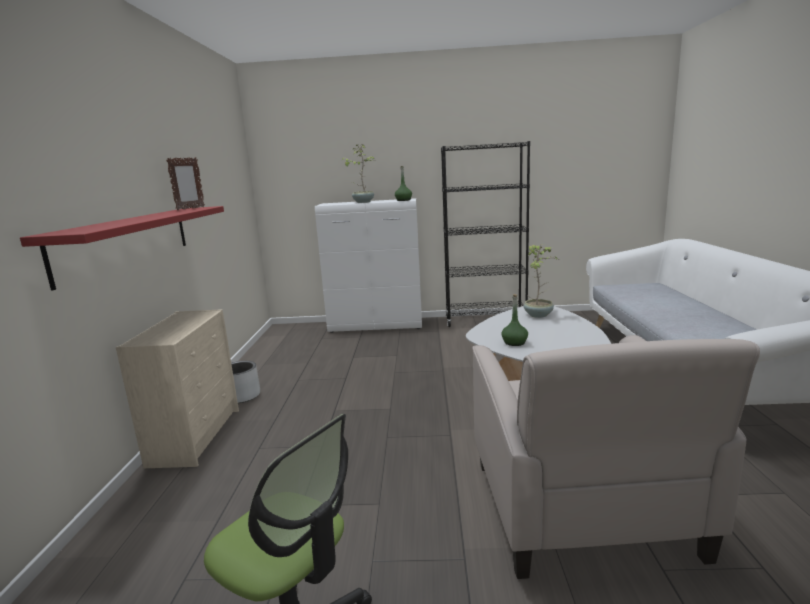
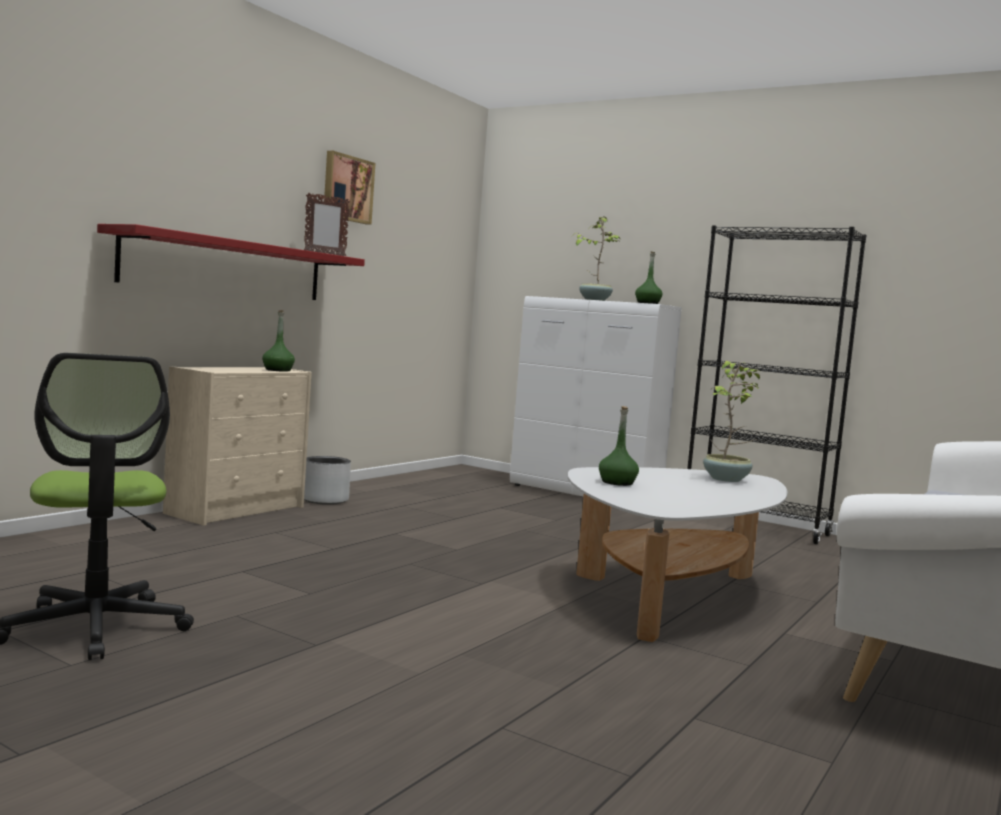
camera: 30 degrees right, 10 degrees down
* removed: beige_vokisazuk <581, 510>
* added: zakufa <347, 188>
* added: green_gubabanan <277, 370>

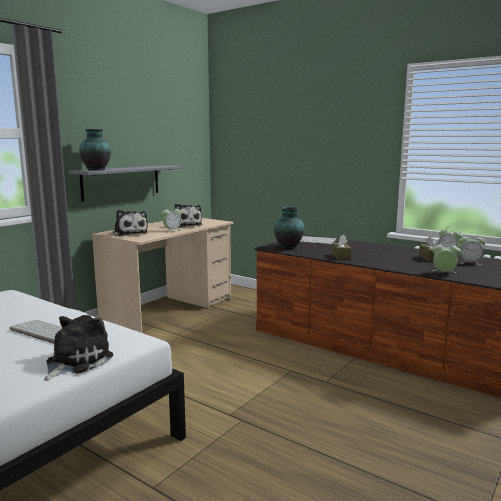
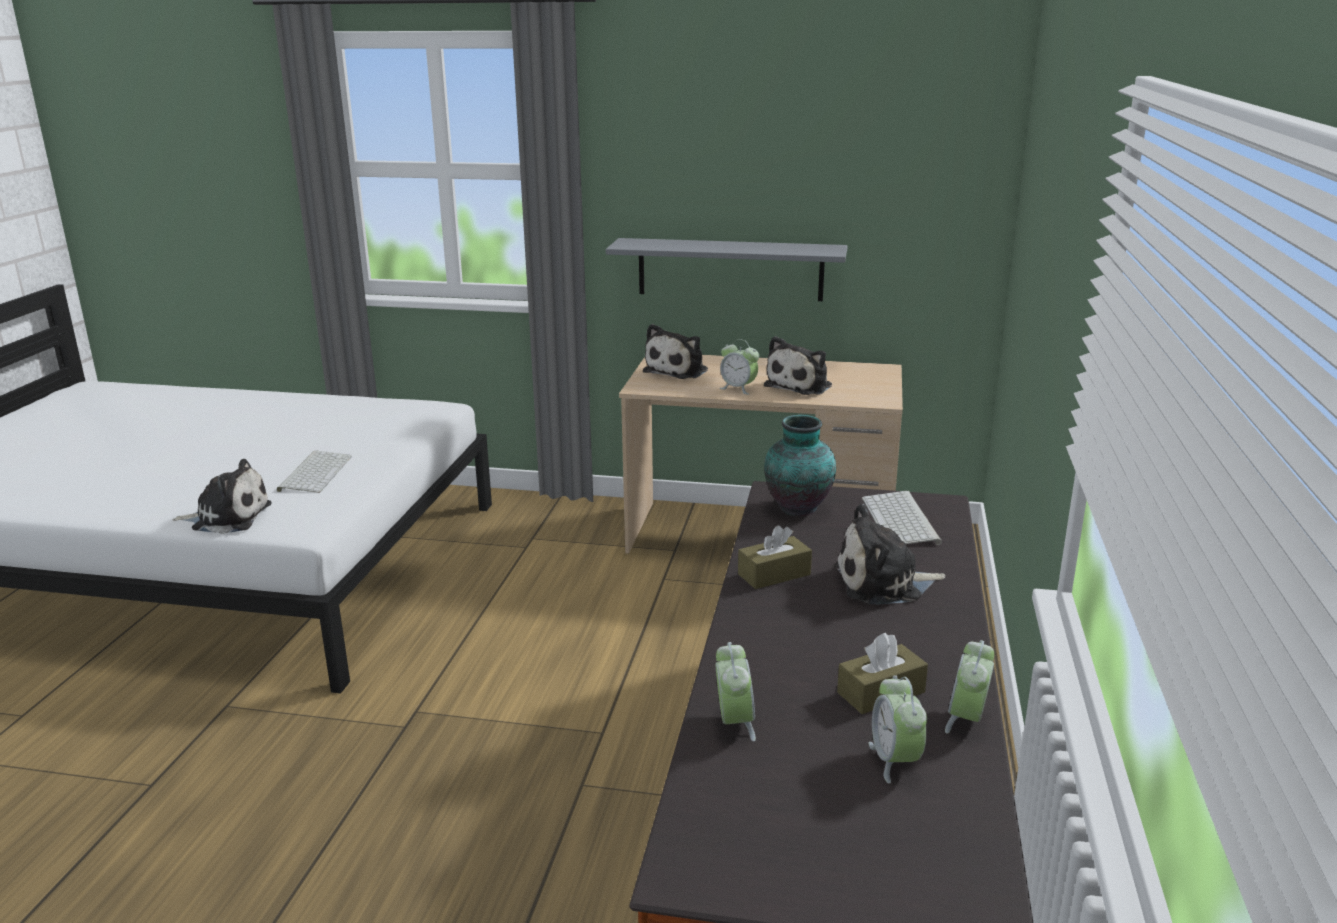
camera: 65 degrees right, 10 degrees up
* removed: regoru <97, 170>
* added: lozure <883, 583>

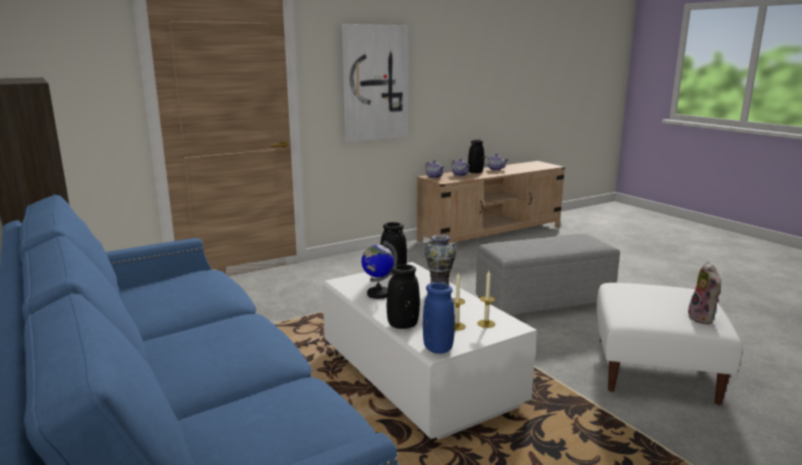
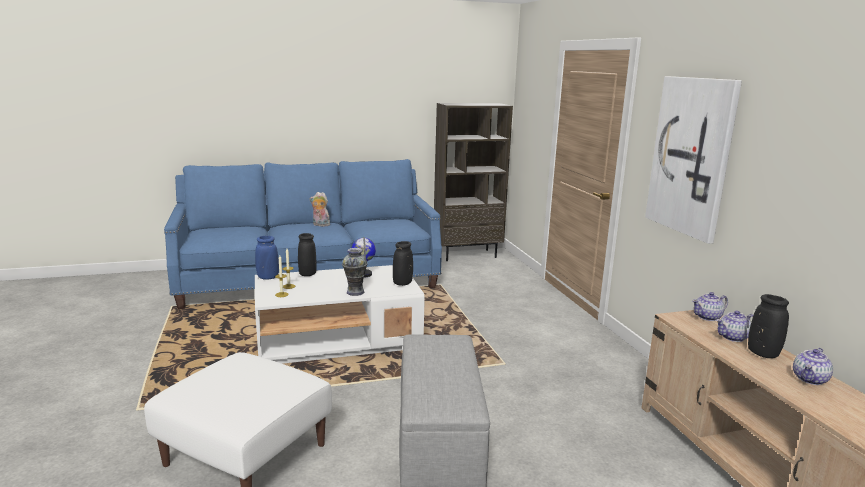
camera: 105 degrees right, 0 degrees up
* moved: lozure <703, 319> to <320, 225>

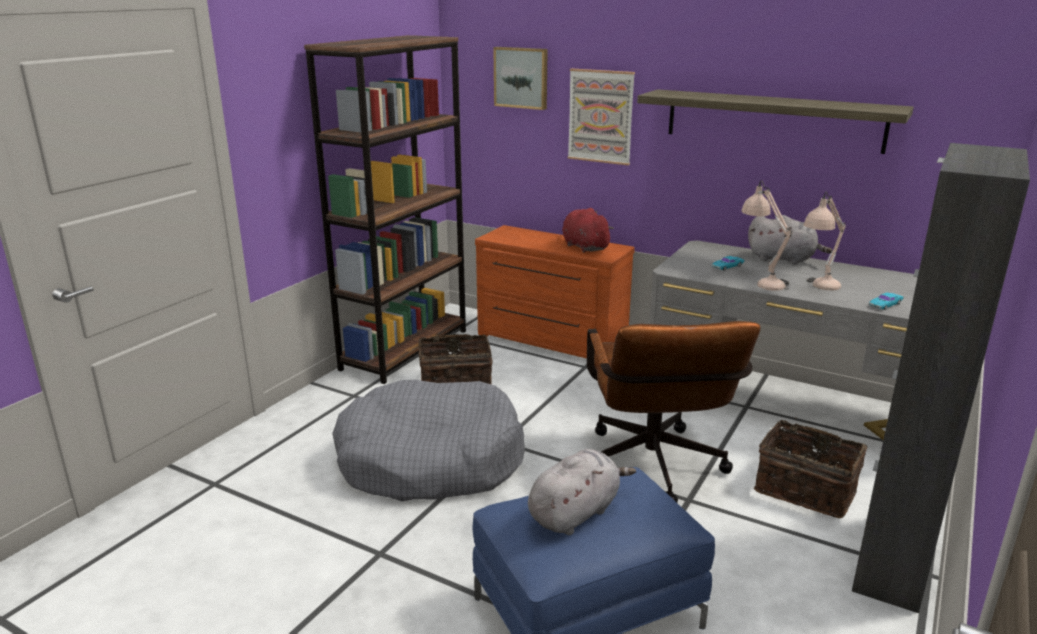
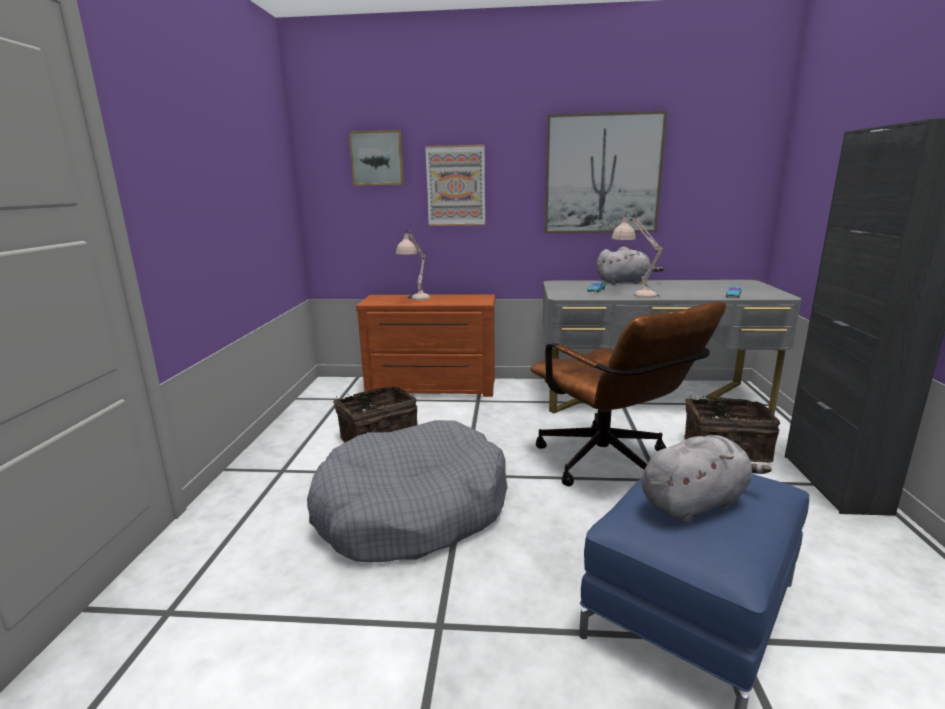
camera: 25 degrees left, 5 degrees down
* removed: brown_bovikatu <405, 349>
* replaced: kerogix <773, 120> to zakufa <602, 174>
* moved: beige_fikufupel <817, 288> to <415, 300>
* removed: red_lozure <584, 247>
* turned: grey_lozure <576, 513> = <695, 503> 45 degrees clockwise

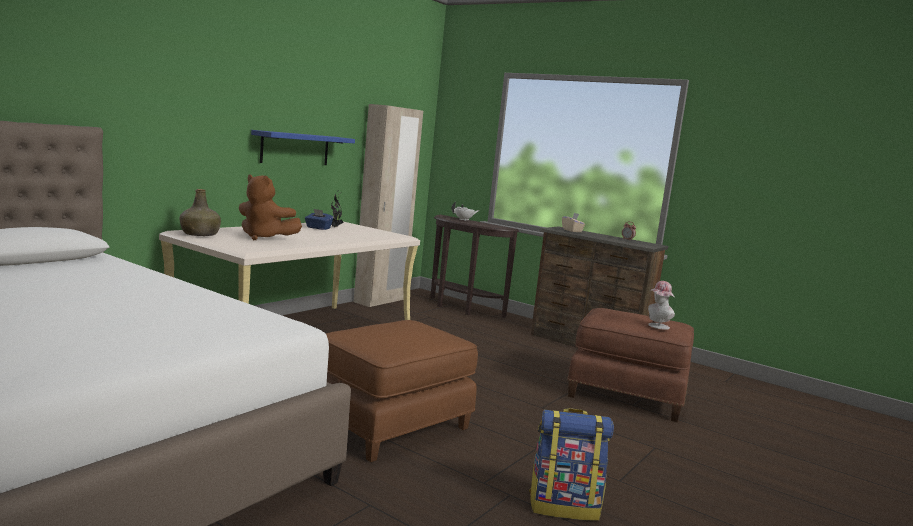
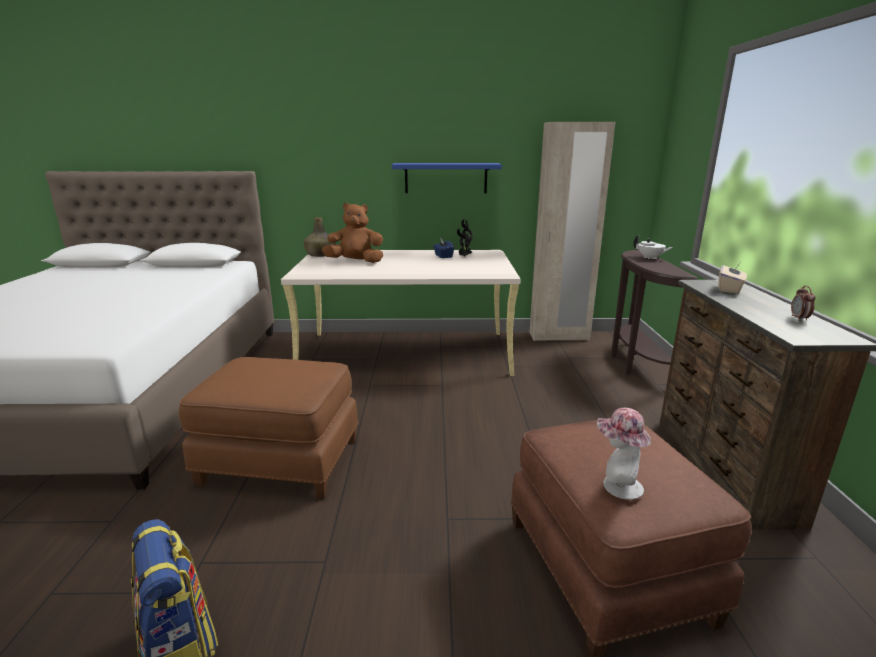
camera: 55 degrees right, 10 degrees up
* turned: brown_lozure <265, 238> = <356, 262> 105 degrees clockwise

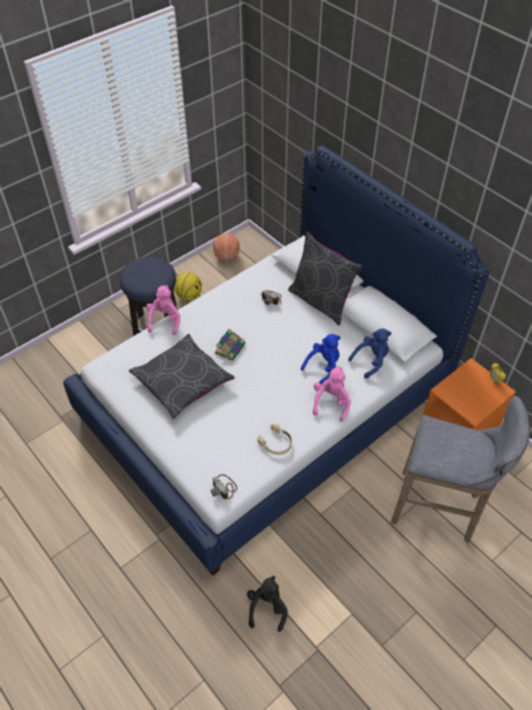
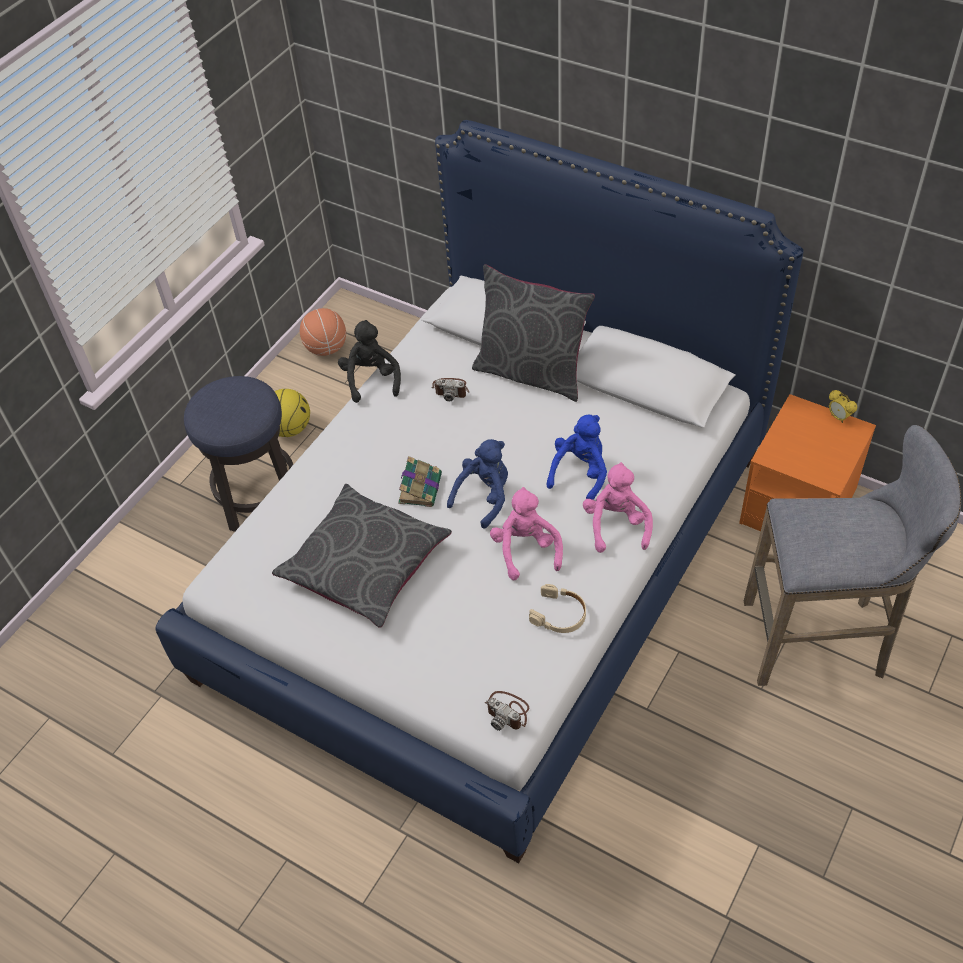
camera: 15 degrees left, 0 degrees up
* moved: pink_lozure <164, 320> to <526, 549>
* moved: blue_lozure <371, 360> to <484, 496>
* moved: black_lozure <267, 608> to <371, 379>

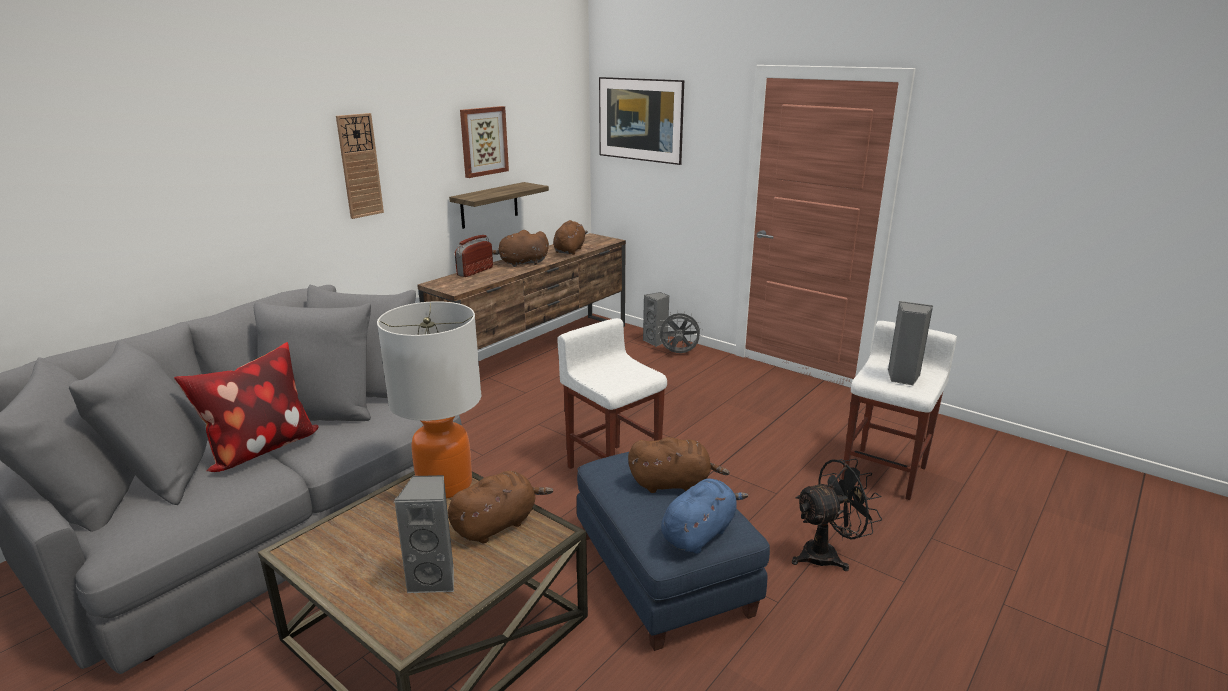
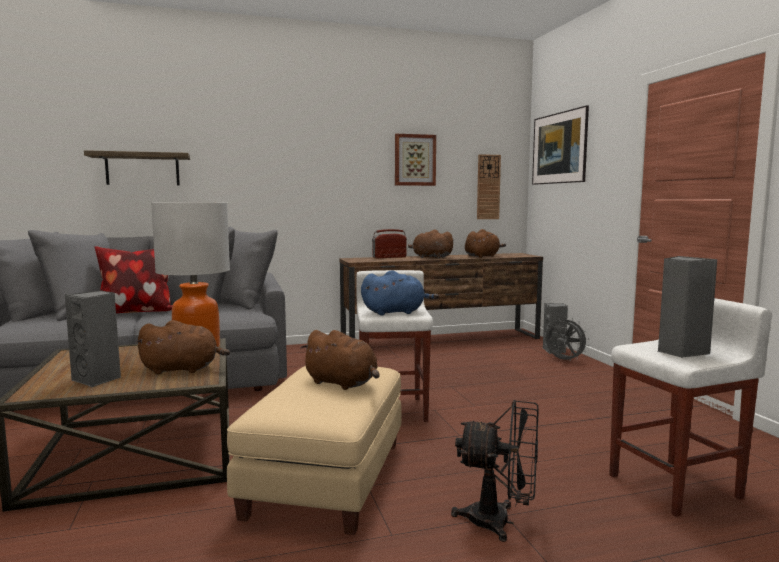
camera: 35 degrees right, 15 degrees down
* moved: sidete <360, 166> to <488, 187>
* moved: kerogix <489, 205> to <142, 169>
* recoloured: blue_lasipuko <663, 573> to beige_lasipuko <326, 479>
* moved: blue_lozure <699, 533> to <396, 312>

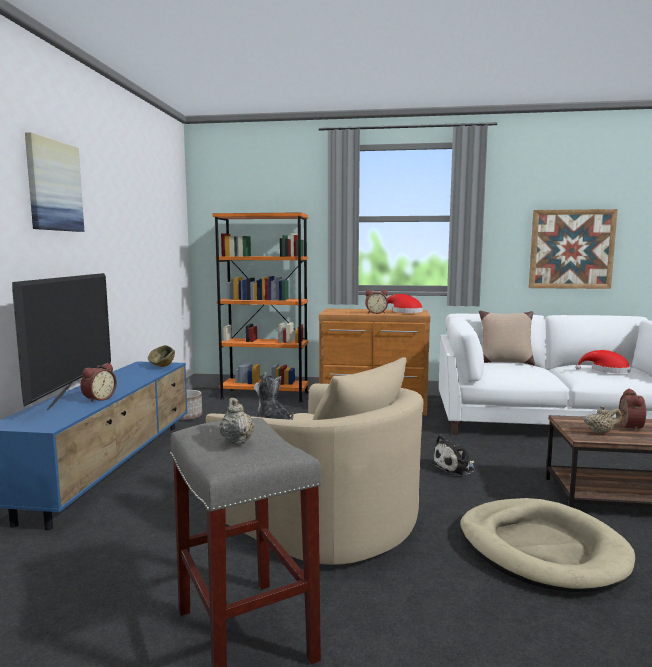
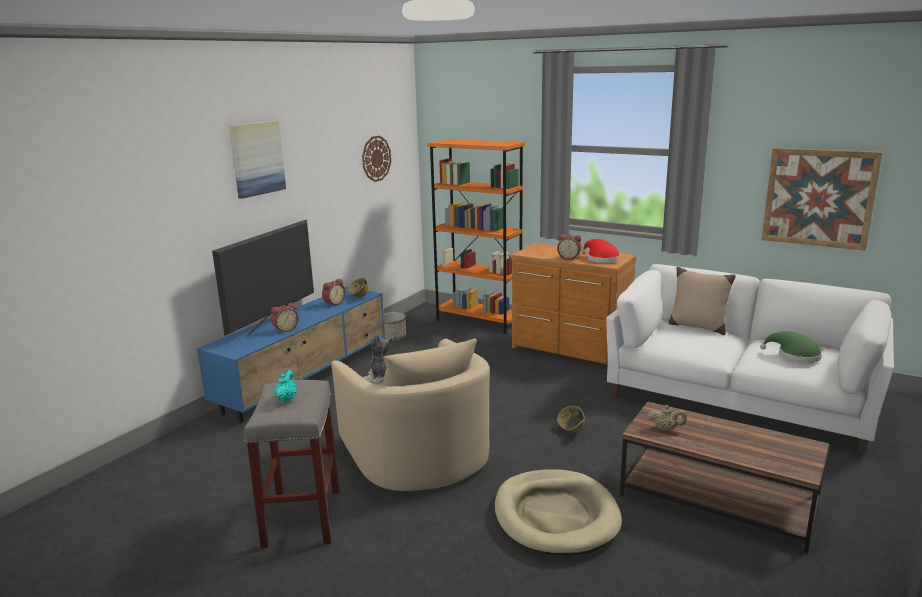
camera: 25 degrees right, 10 degrees up
* recoloured: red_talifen <607, 370> to green_talifen <795, 356>
* moved: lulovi <628, 427> to <333, 303>
* recoloured: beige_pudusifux <236, 441> to turquoise_pudusifux <286, 399>
* replaced: lozure <455, 468> to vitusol <571, 431>
* added: sidete <376, 158>

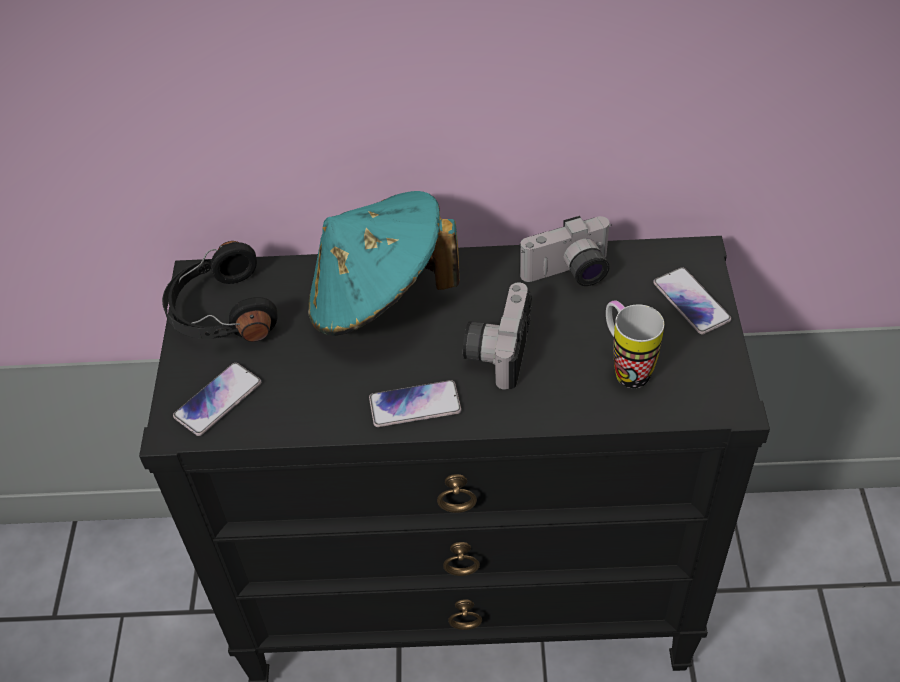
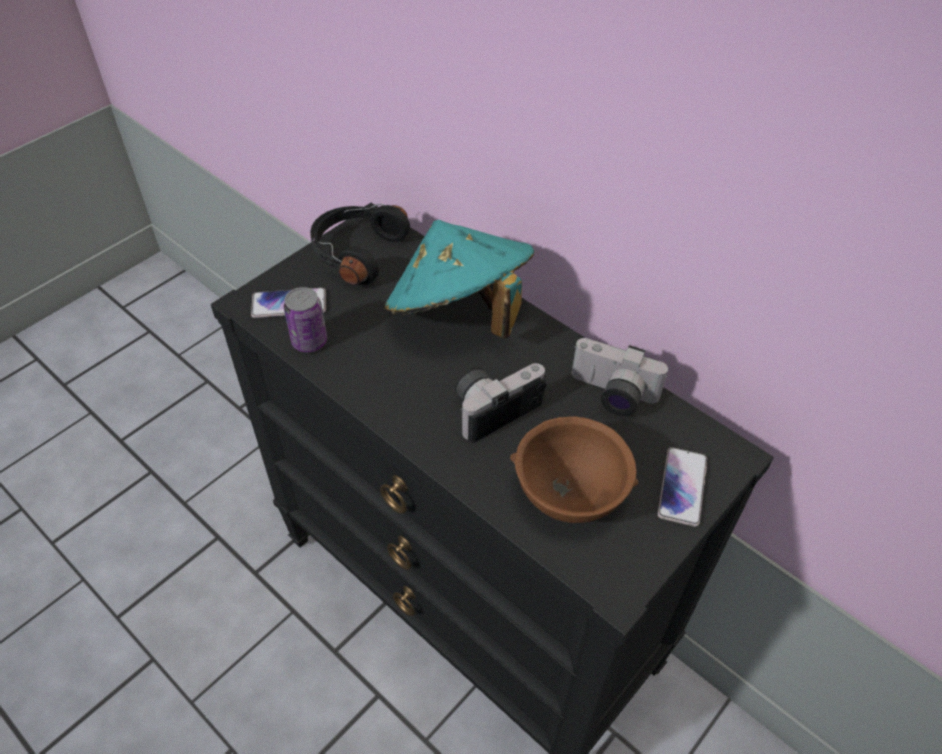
camera: 40 degrees right, 0 degrees up
* replaced: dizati <625, 367> to brown_vitusol <568, 493>
* removed: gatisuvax <415, 405>
* added: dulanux <309, 341>

